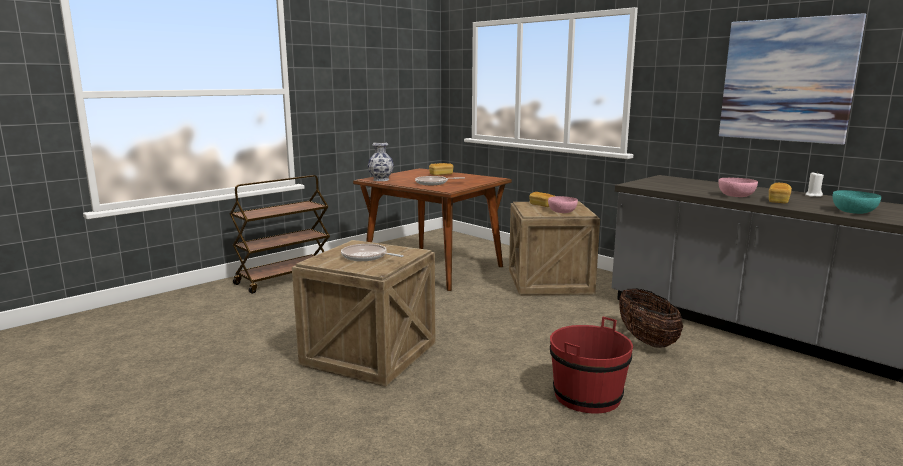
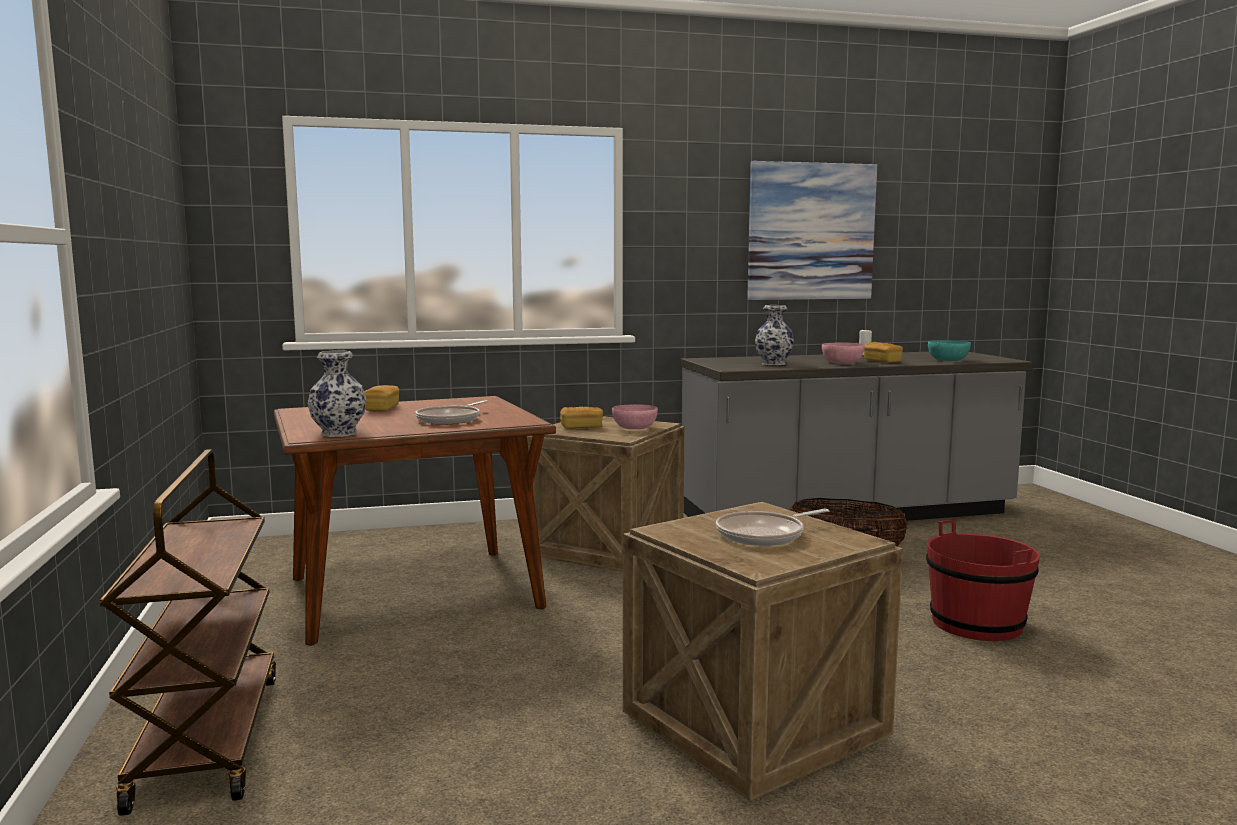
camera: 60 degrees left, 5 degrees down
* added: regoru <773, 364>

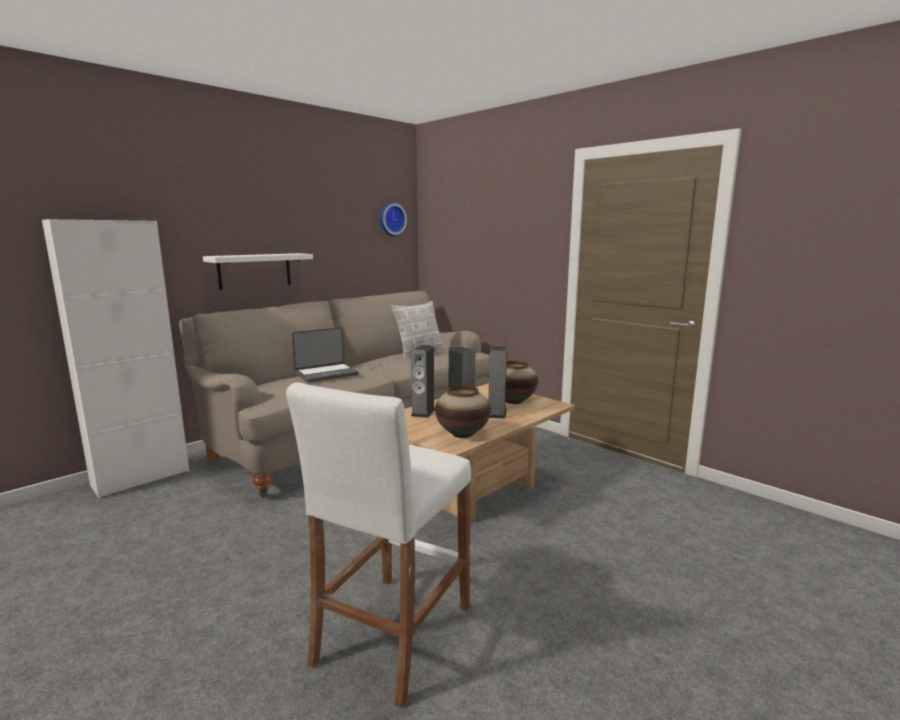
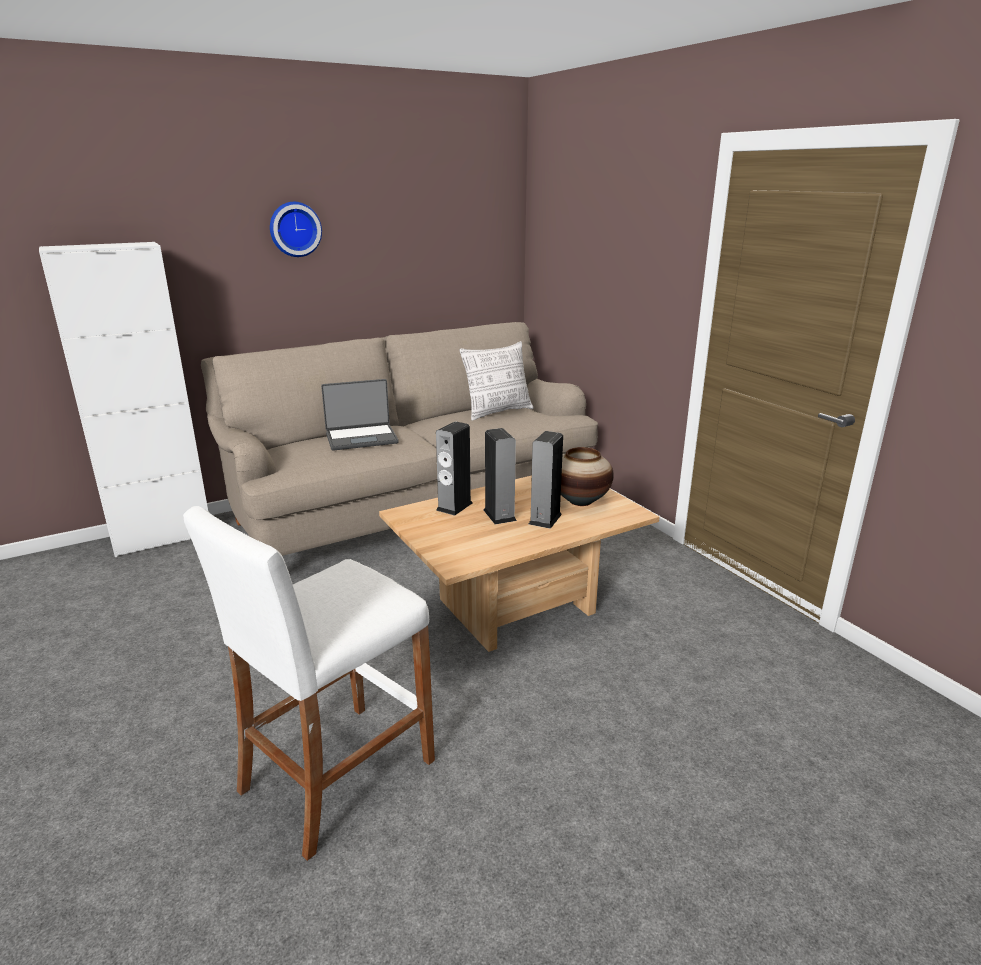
camera: 15 degrees right, 10 degrees up
* moved: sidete <391, 219> to <294, 229>
* removed: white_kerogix <255, 271>
* removed: regoru <462, 434>

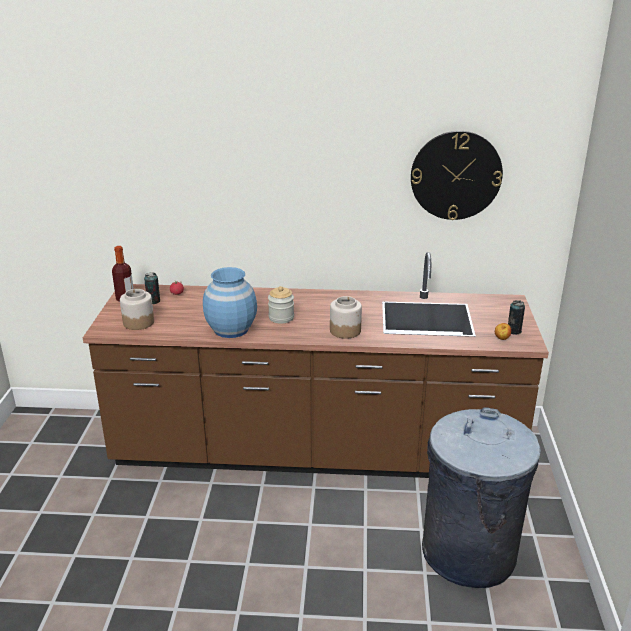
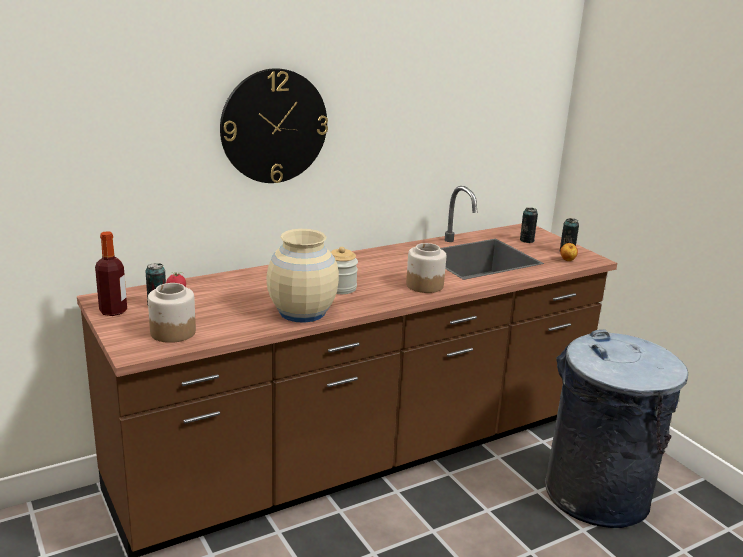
camera: 35 degrees left, 5 degrees down
* moved: sidete <456, 175> to <274, 126>
* recoloured: blue_regoru <231, 329> to beige_regoru <302, 312>
* added: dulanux <526, 240>

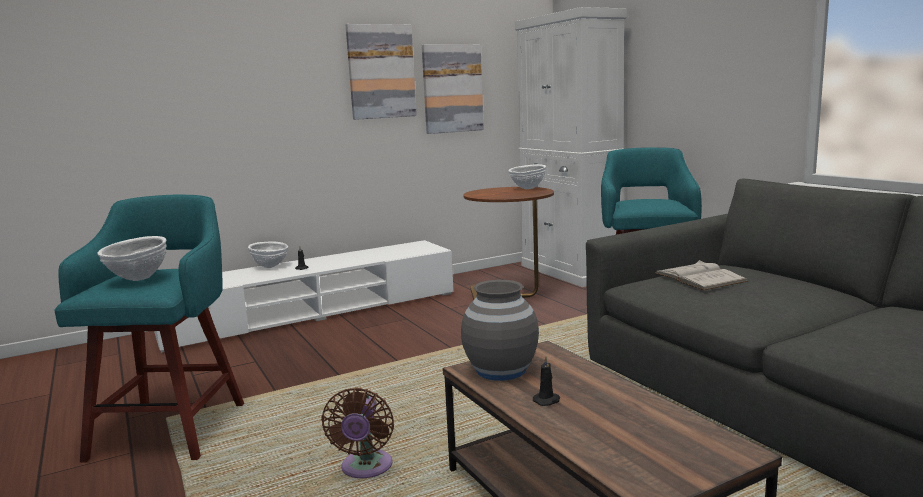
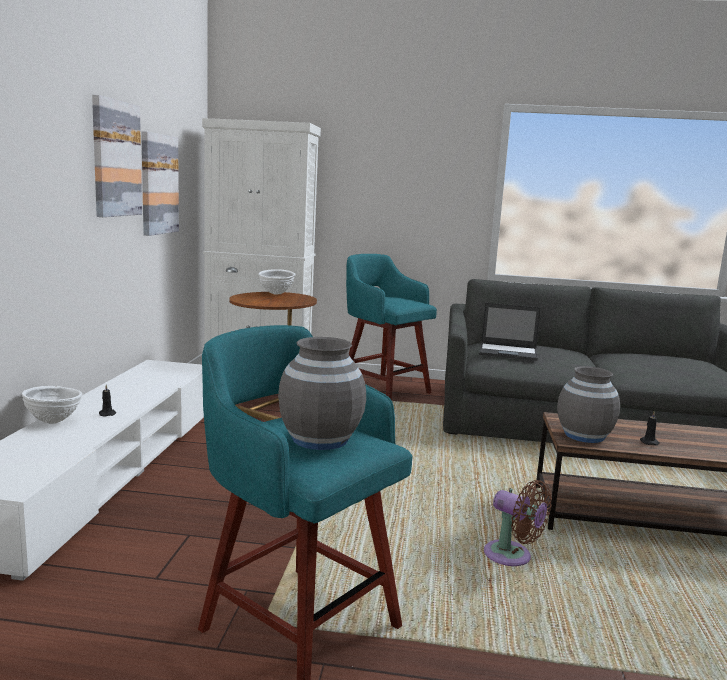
camera: 55 degrees left, 0 degrees up
* replaced: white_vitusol <138, 279> to grey_regoru <320, 439>
* replaced: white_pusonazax <699, 277> to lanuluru <509, 352>

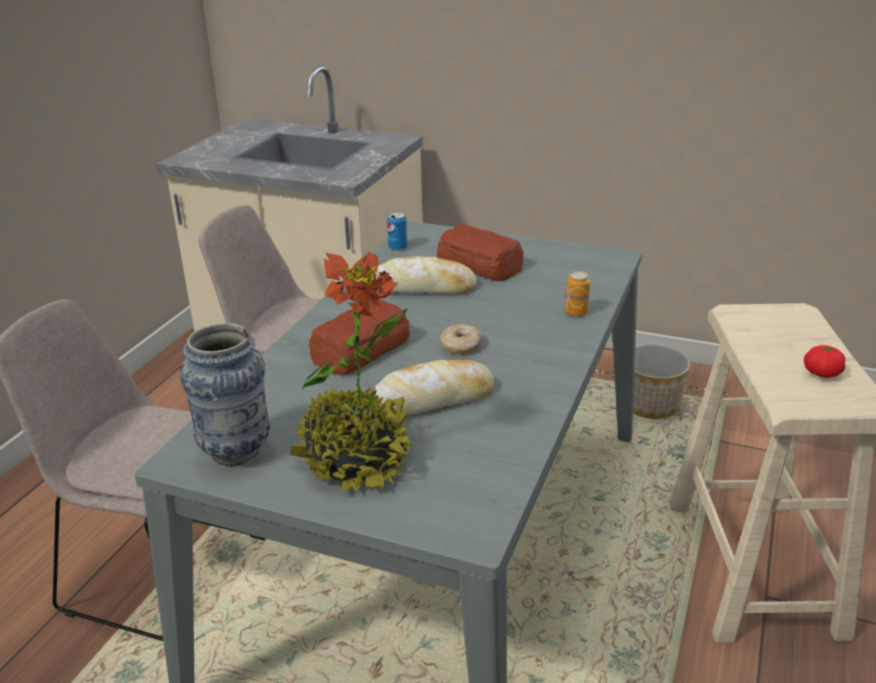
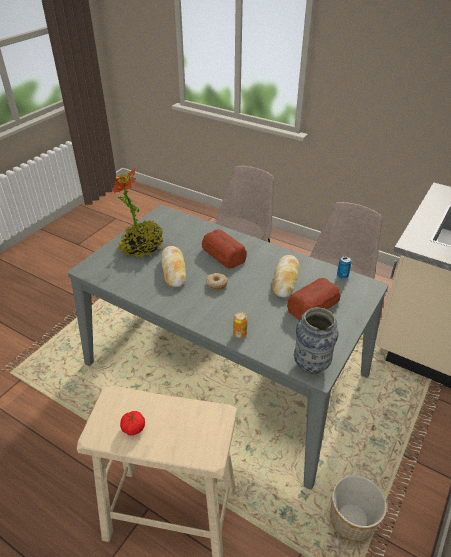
camera: 100 degrees right, 10 degrees up
* moved: regoru <236, 452> to <311, 365>

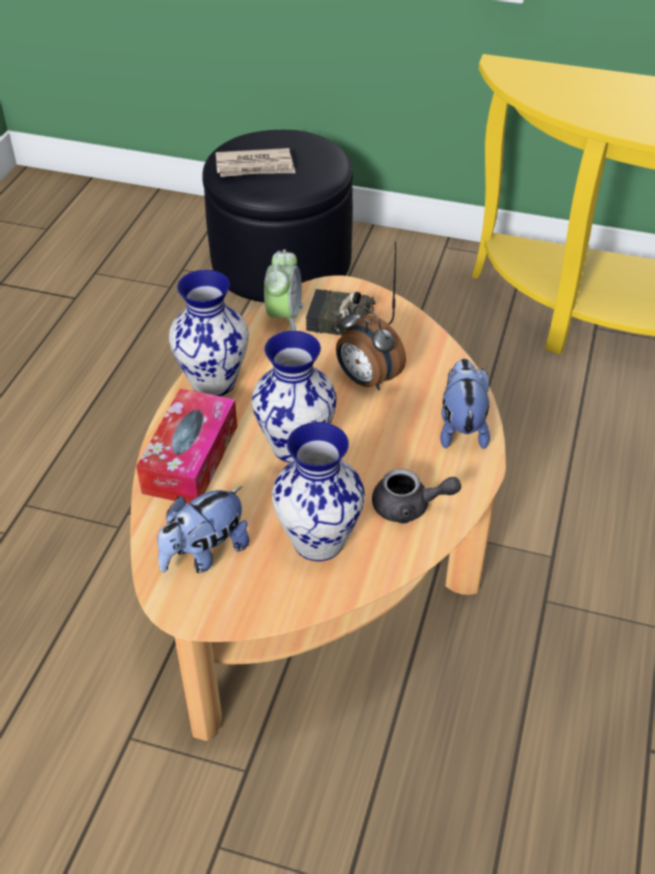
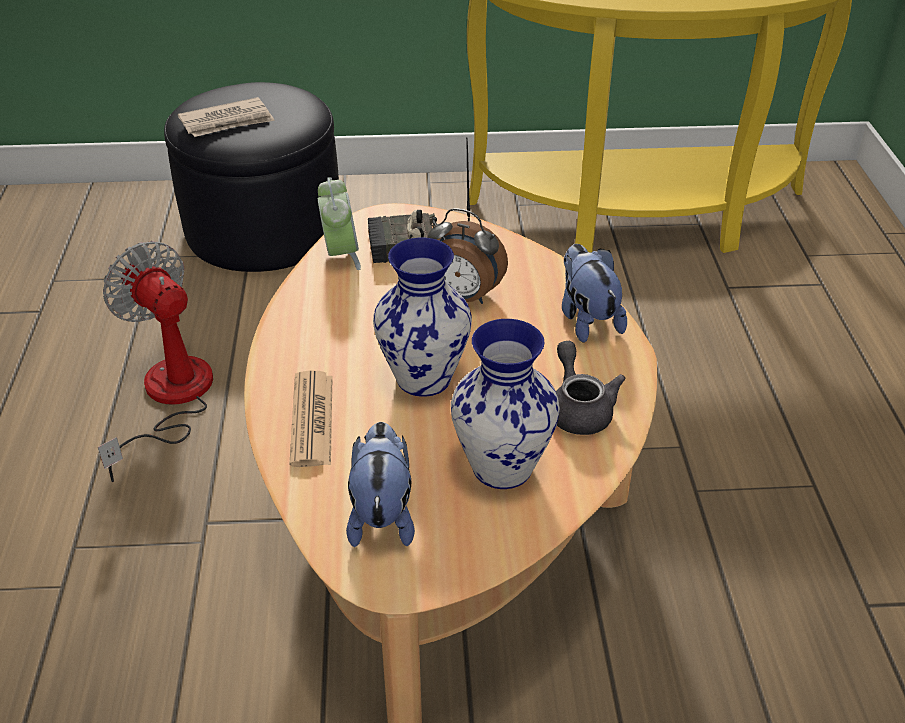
camera: 20 degrees left, 5 degrees down
* removed: regoru <212, 381>
* replaced: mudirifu <190, 459> to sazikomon <312, 419>
* turned: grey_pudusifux <409, 507> = <579, 409> 90 degrees counterclockwise
* turned: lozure <205, 554> = <382, 515> 150 degrees clockwise
* added: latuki <169, 399>

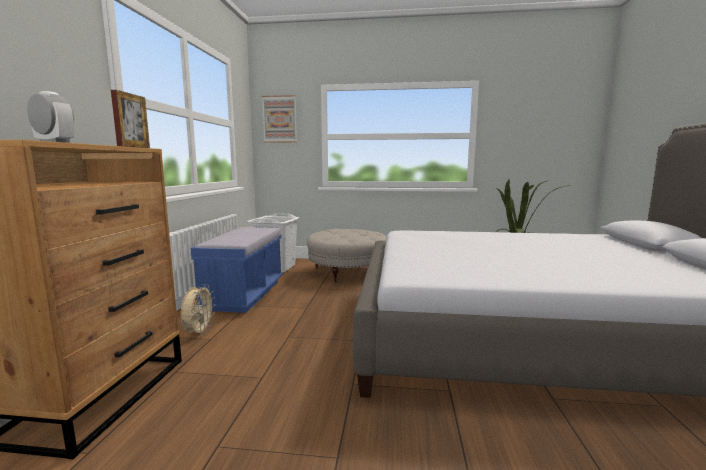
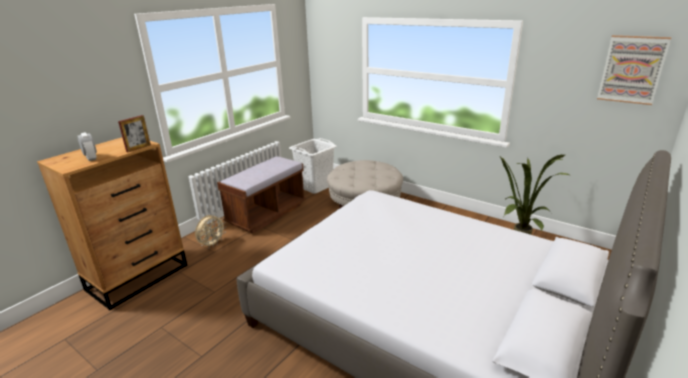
camera: 30 degrees right, 15 degrees up
* moved: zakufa <279, 119> to <632, 69>
* recoloured: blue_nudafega <244, 295> to brown_nudafega <266, 214>

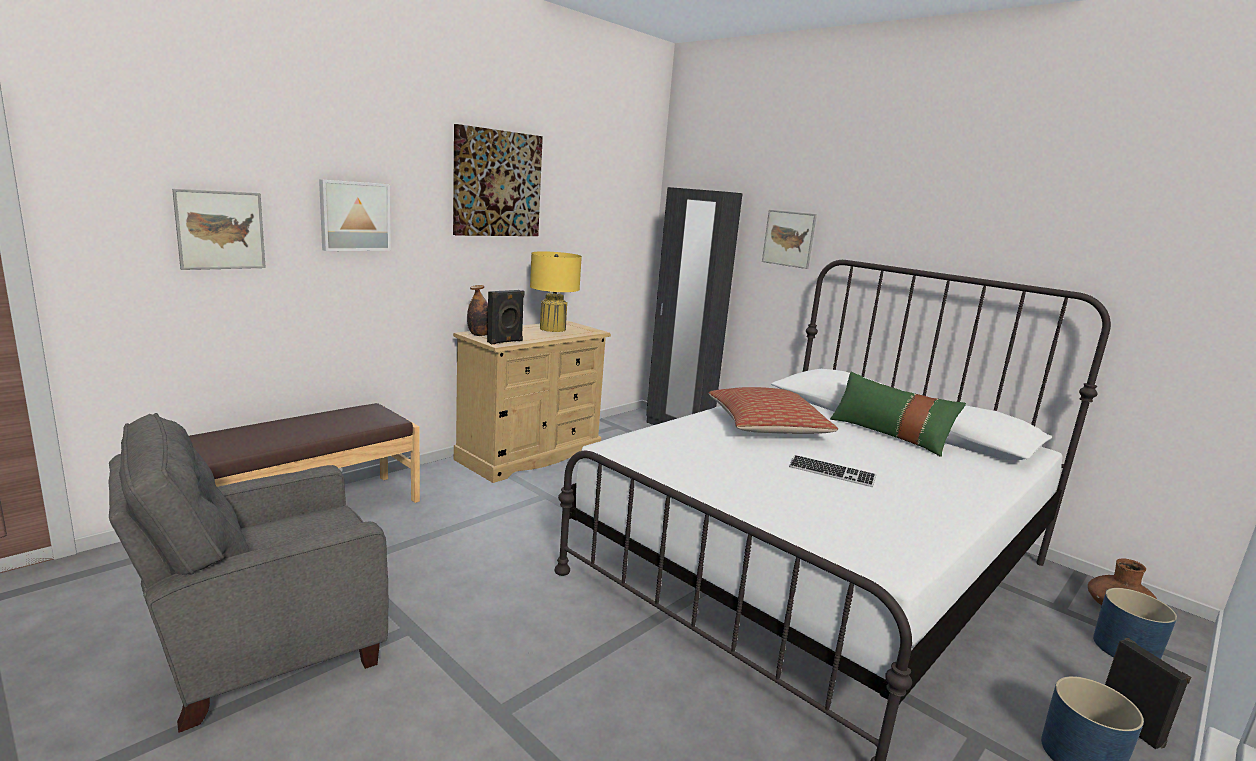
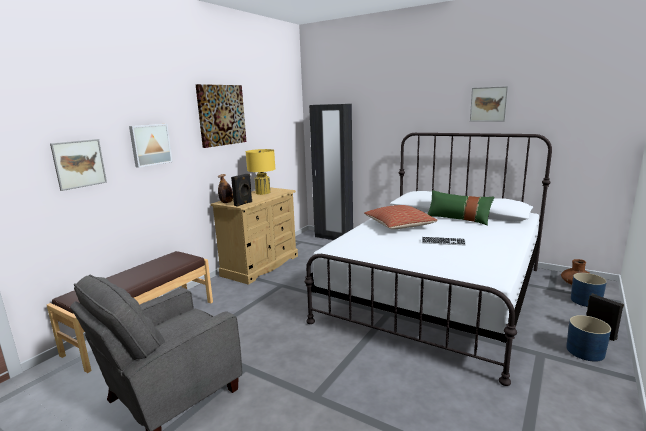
camera: 10 degrees left, 0 degrees up
* moved: zakufa <789, 238> to <488, 104>

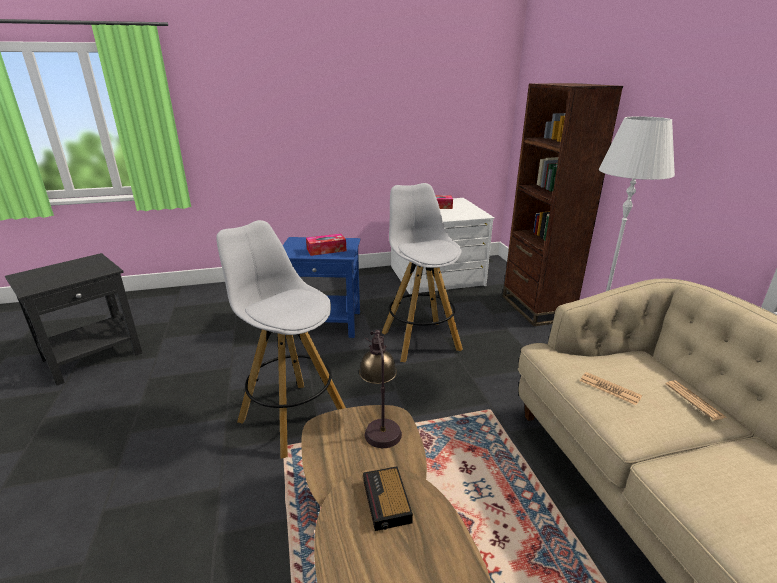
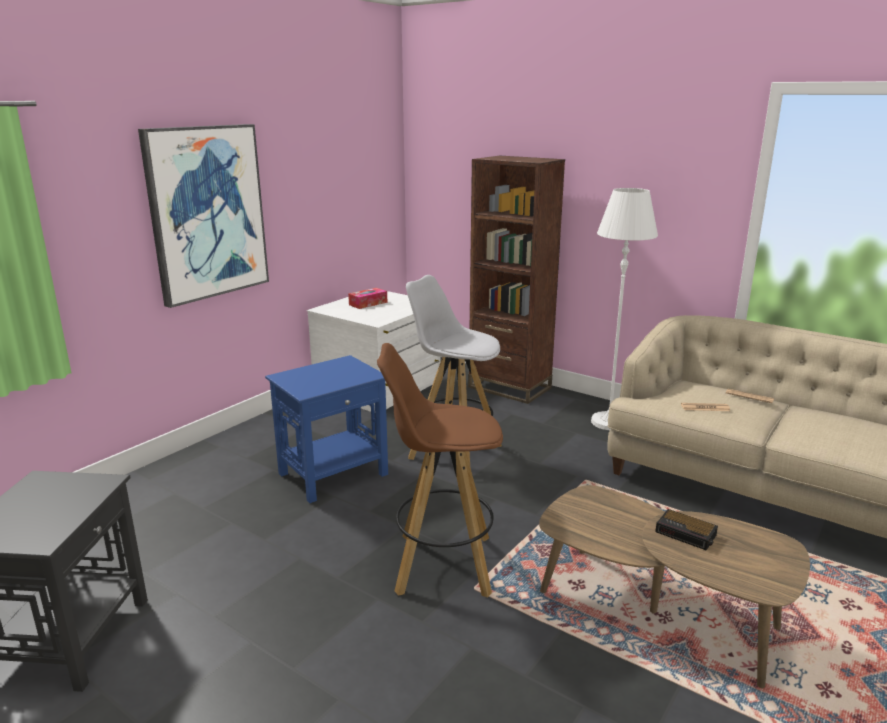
camera: 40 degrees left, 5 degrees down
* recoloured: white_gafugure <291, 417> to brown_gafugure <441, 564>
* removed: mudirifu <326, 250>
* removed: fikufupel <380, 424>
* added: zakufa <207, 212>

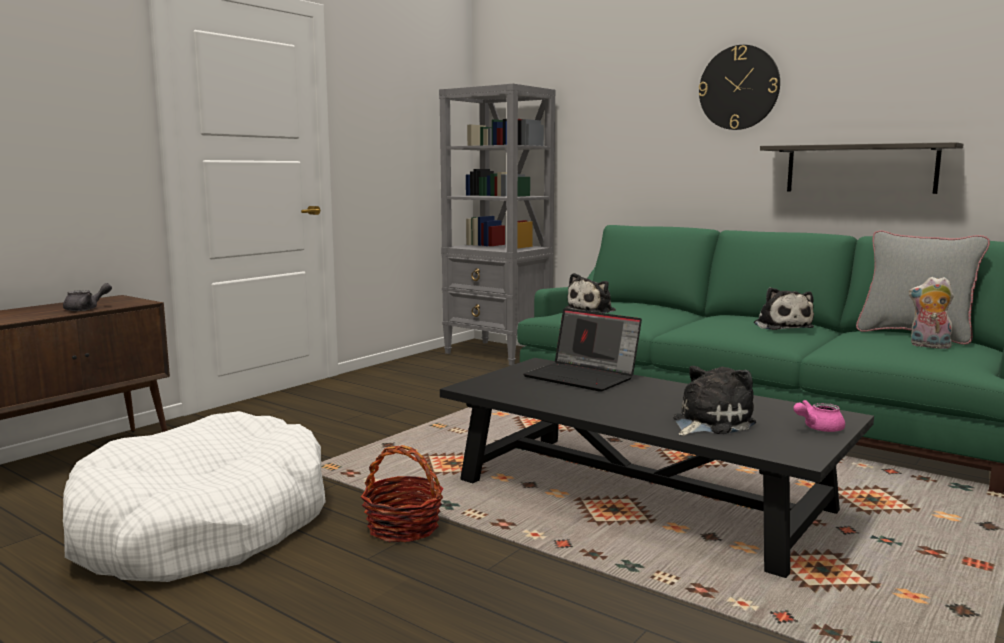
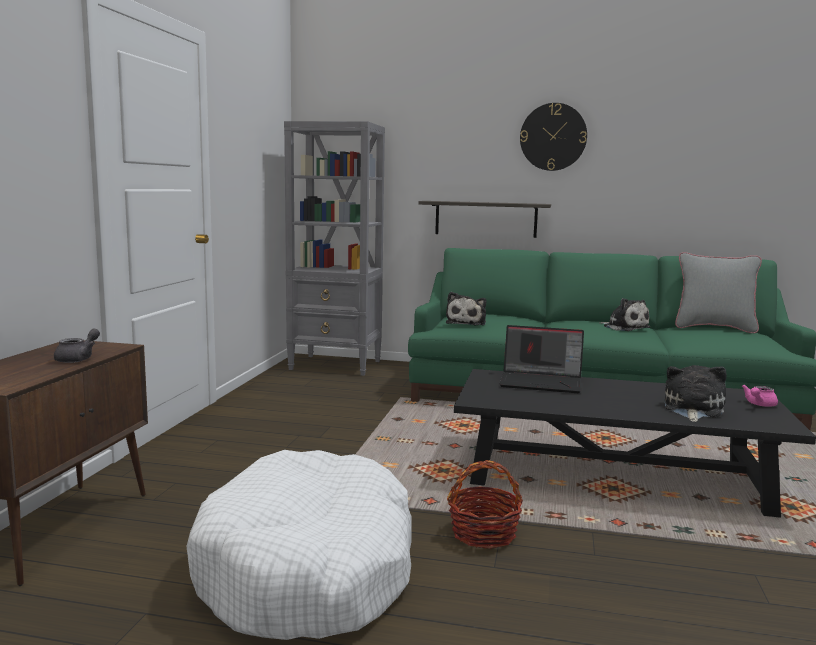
camera: 25 degrees left, 0 degrees up
* moved: kerogix <860, 169> to <485, 219>
* removed: lozure <928, 346>

